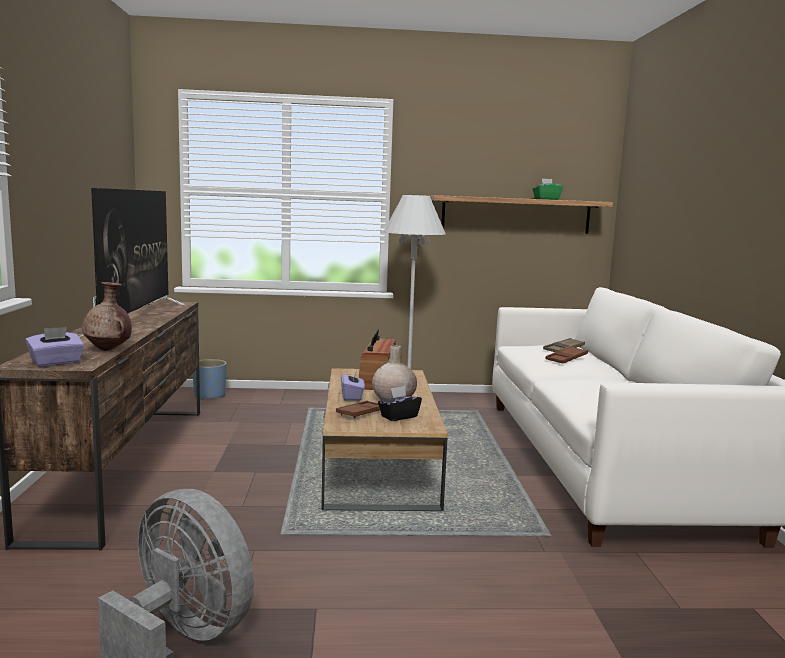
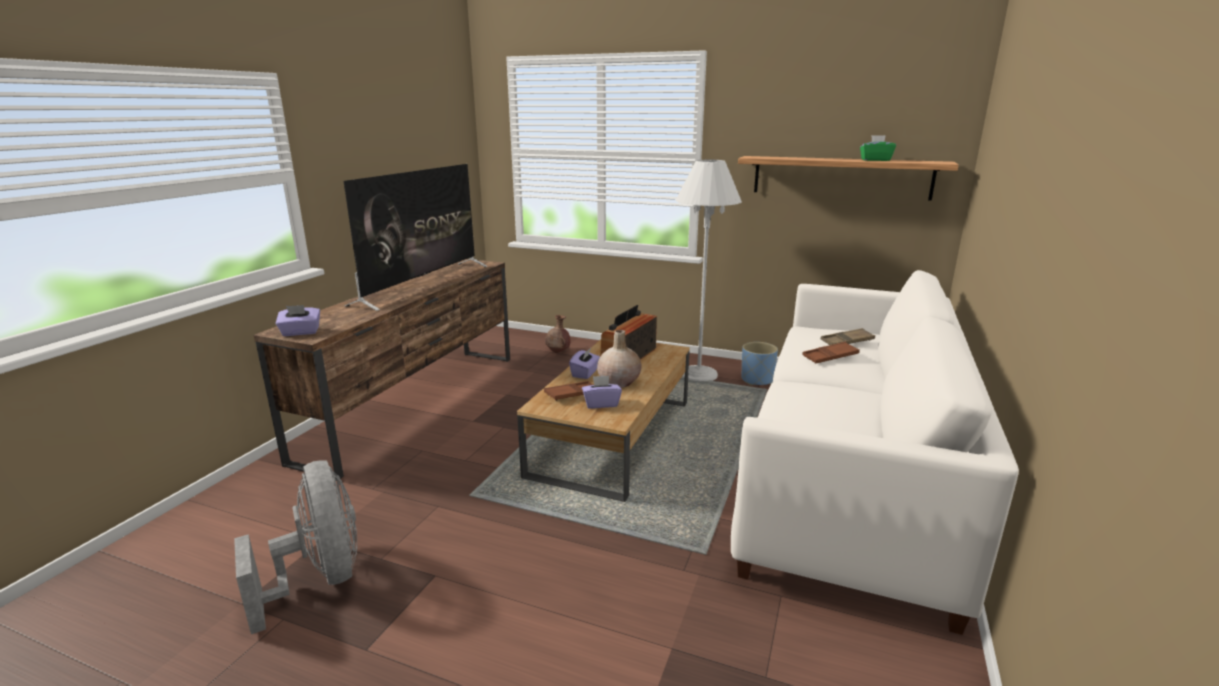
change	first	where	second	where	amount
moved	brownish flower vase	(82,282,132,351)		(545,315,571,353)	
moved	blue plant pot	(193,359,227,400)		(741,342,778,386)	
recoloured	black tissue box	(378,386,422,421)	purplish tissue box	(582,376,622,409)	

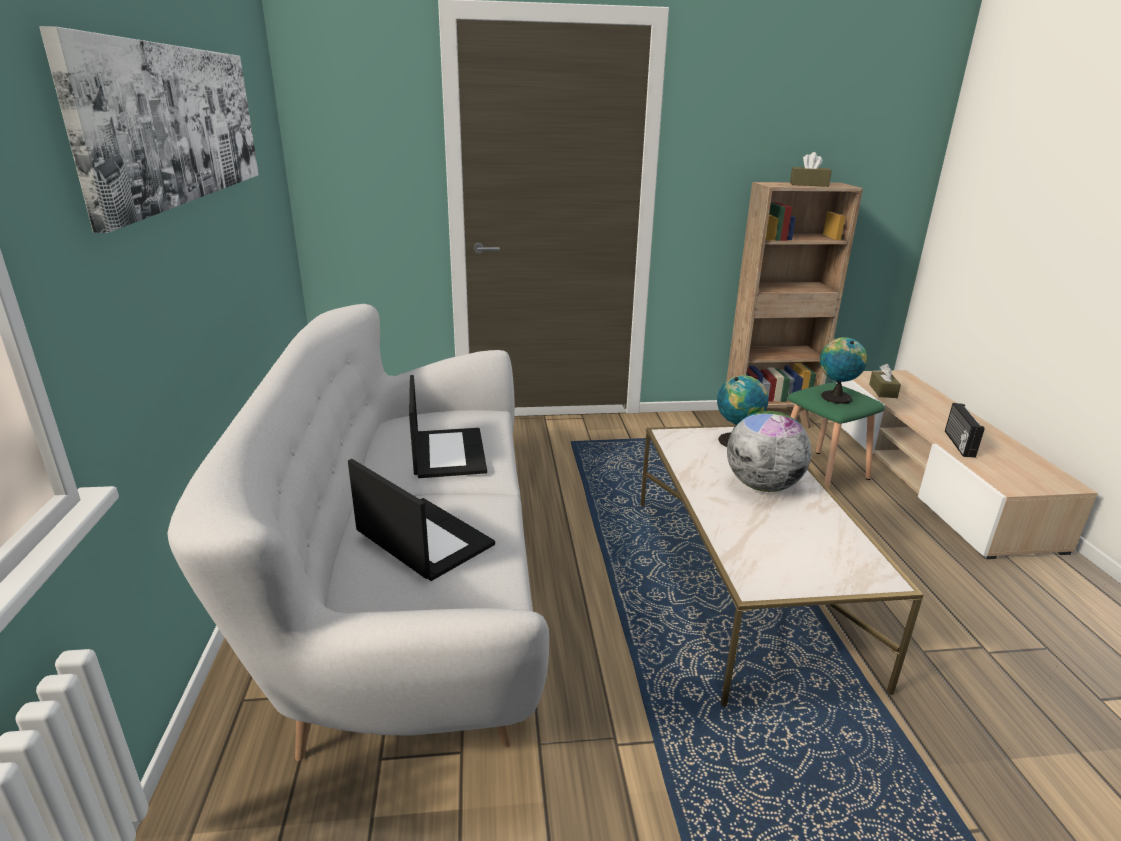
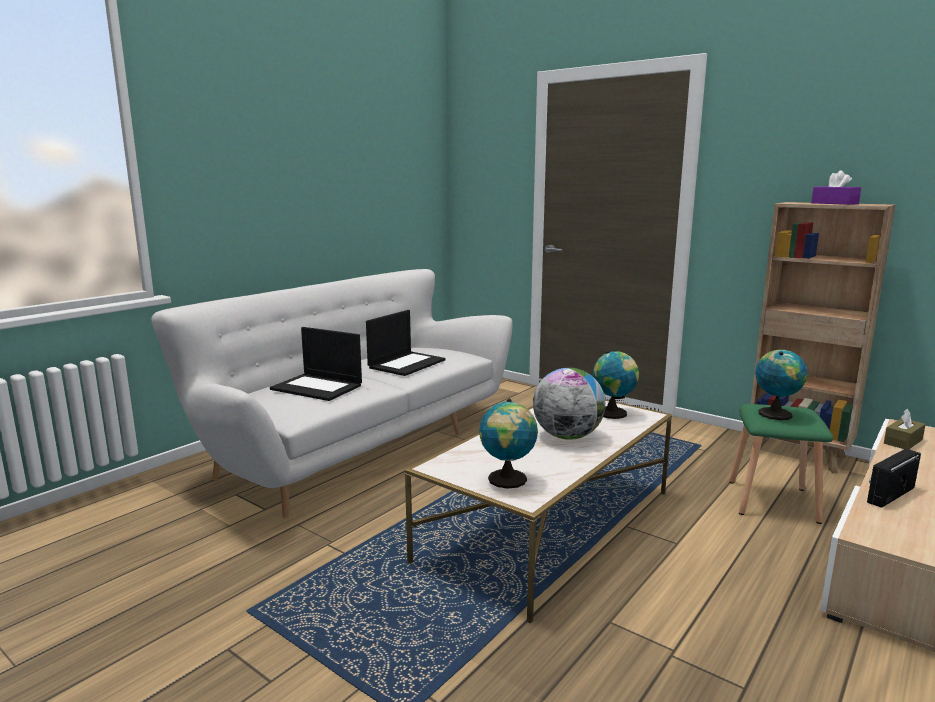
change	first	where	second	where	amount
removed	picture	(39,26,259,233)			
added			desk globe	(479,399,538,489)	
recoloured	brownish tissue box	(790,152,832,187)	purplish tissue box	(811,170,861,205)	
turned	portable computer	(348,459,495,581)		(270,327,362,401)	120 degrees clockwise

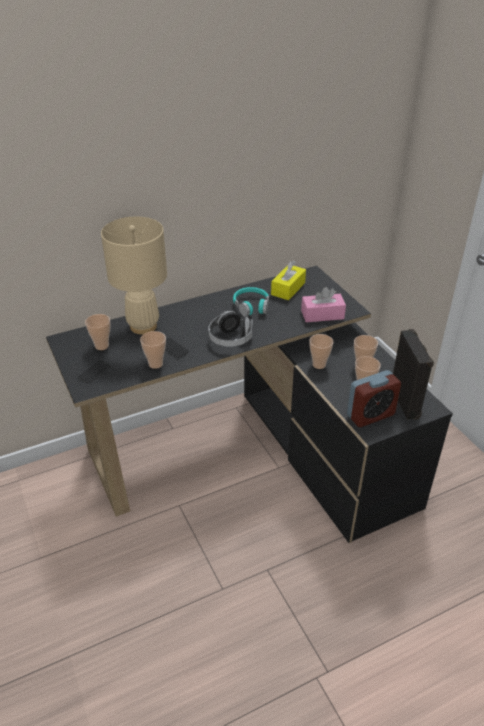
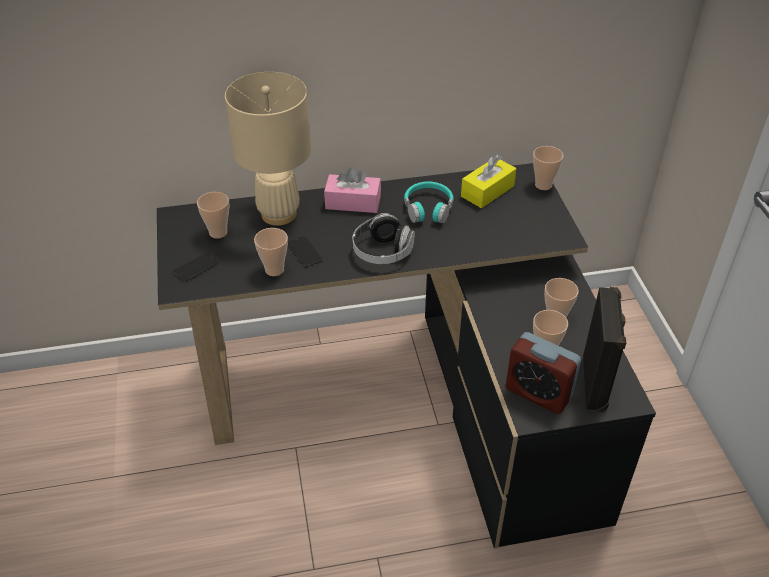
change	first	where	second	where	amount
moved	pink tissue box	(301,287,346,322)		(324,167,381,213)	
moved	drinking cup	(309,334,333,369)		(533,146,564,190)	
turned	alarm clock	(347,370,401,427)		(506,332,581,414)	45 degrees clockwise

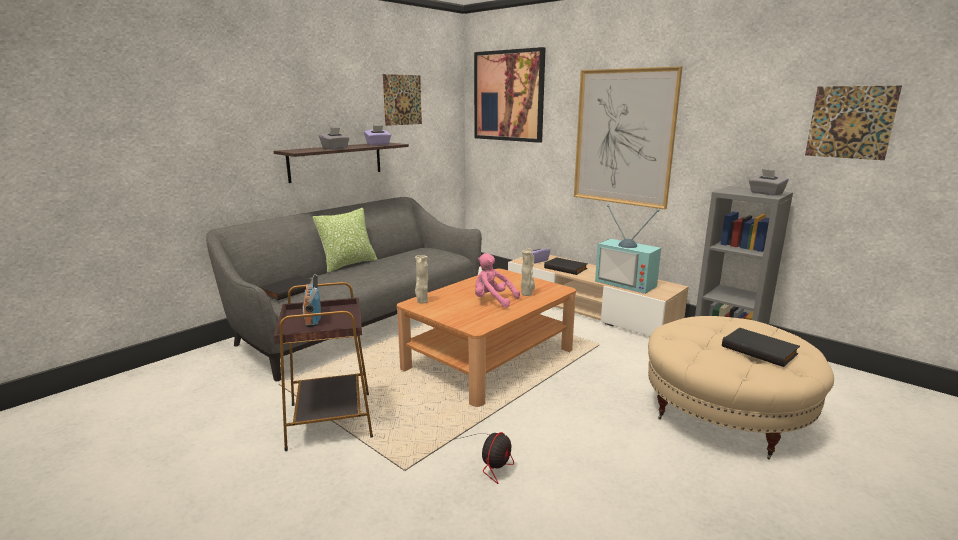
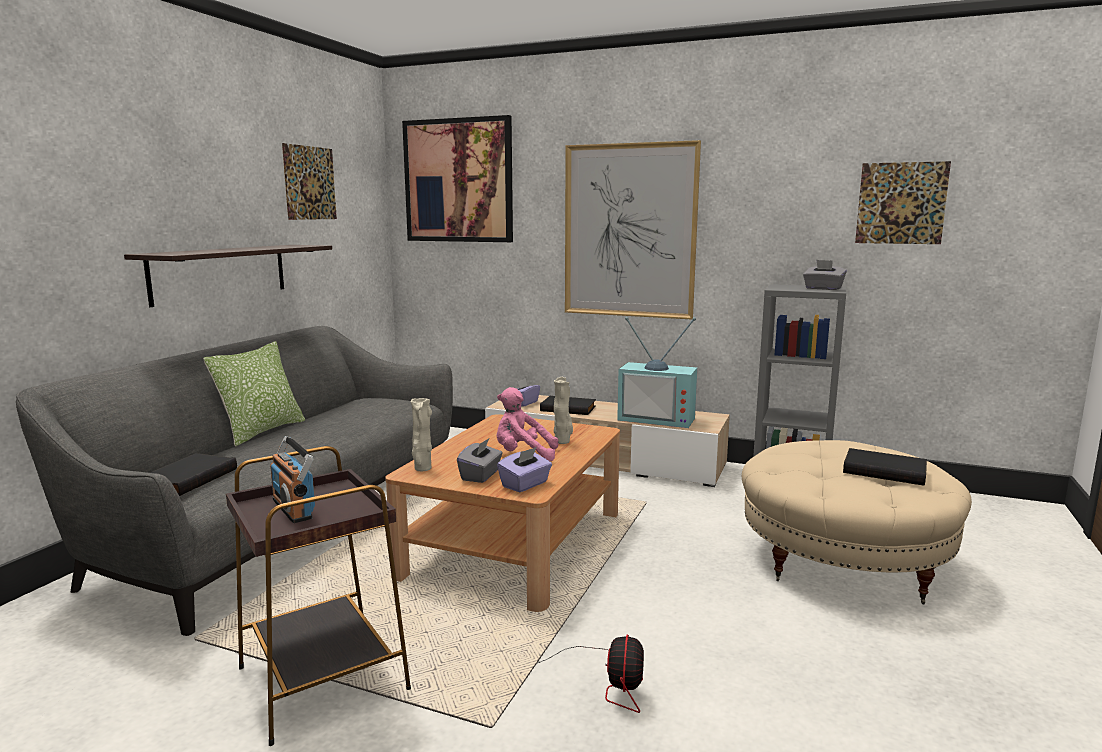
change	first	where	second	where	amount
moved	gray tissue box	(319,128,350,149)		(457,438,502,483)	
moved	purplish tissue box	(364,125,391,145)		(497,447,552,493)	

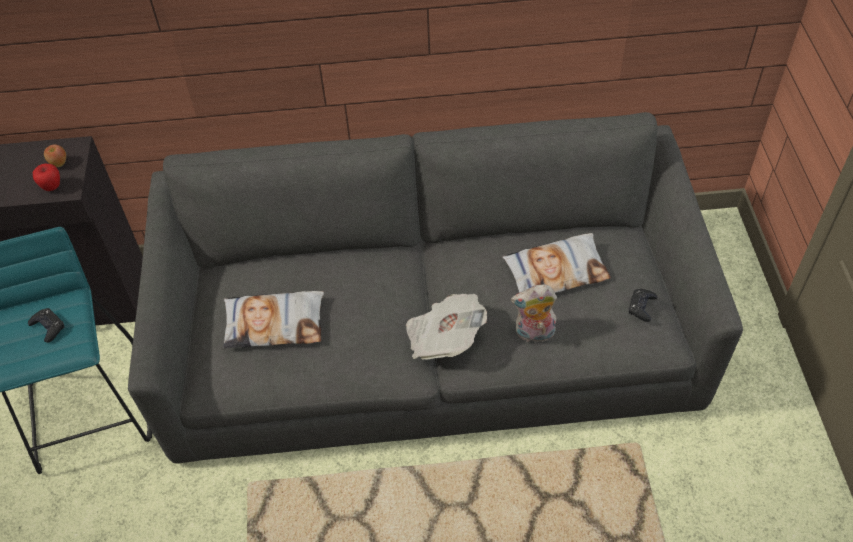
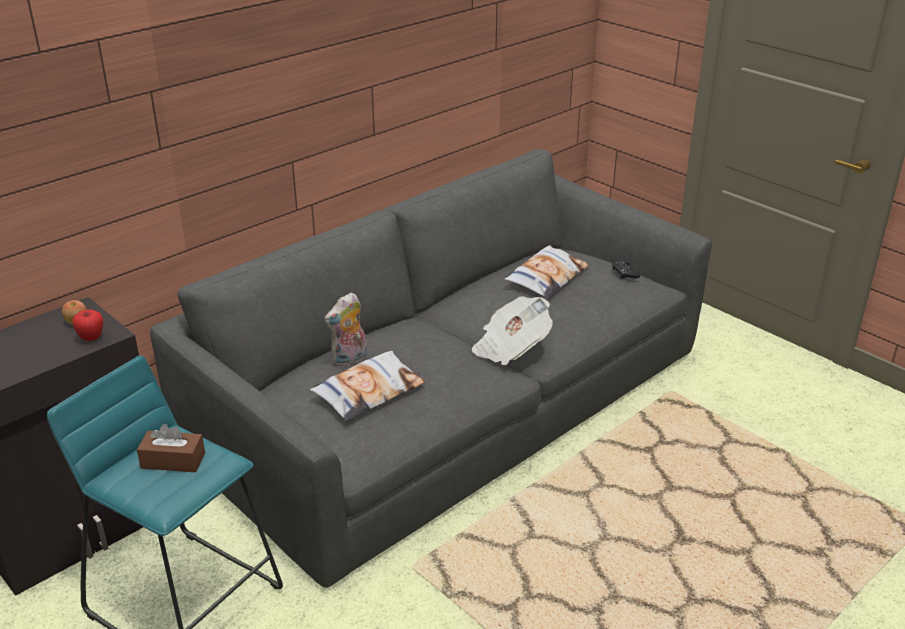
change	first	where	second	where	amount
moved	cuddly toy	(511,284,557,342)		(324,293,367,367)	
replaced	black joypad	(28,308,65,343)	brownish tissue box	(137,424,205,472)	

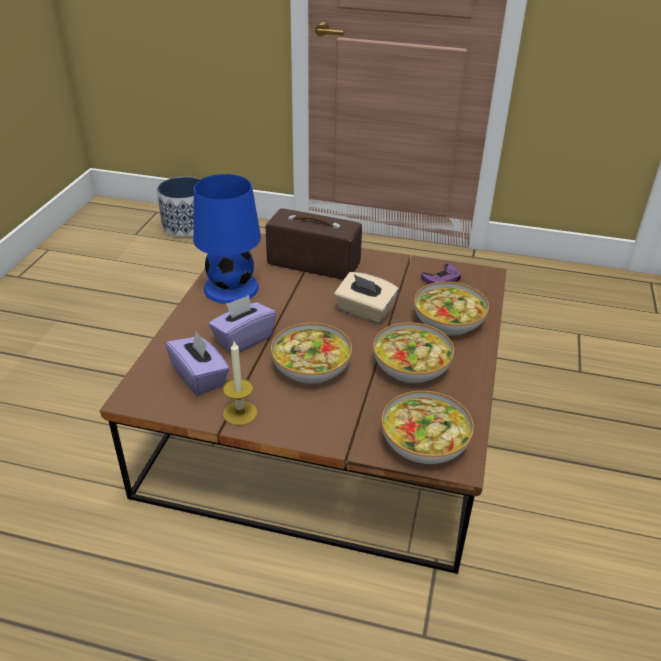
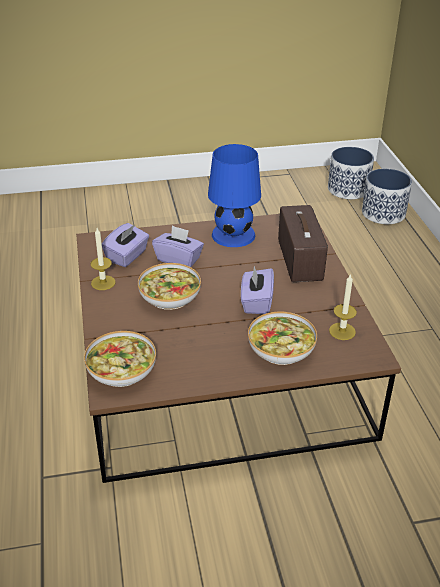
change	first	where	second	where	amount
removed	bowl	(373,322,454,384)			
added			plant pot	(328,147,374,199)	
replaced	purplish joypad	(421,264,461,284)	wax candle	(329,274,357,340)	
recoloured	sand-coloured tissue box	(335,272,399,324)	purplish tissue box	(241,266,274,314)	

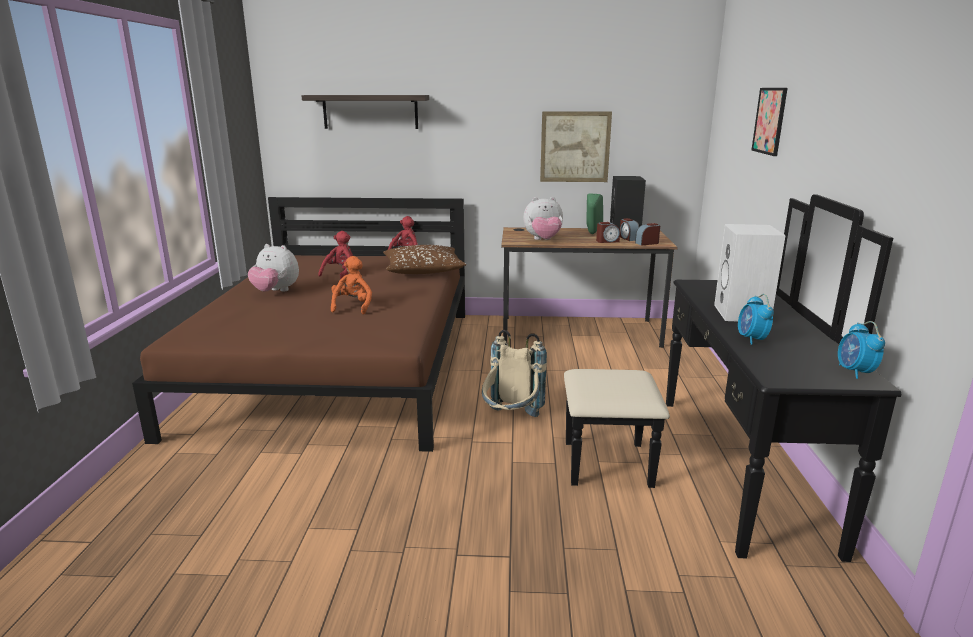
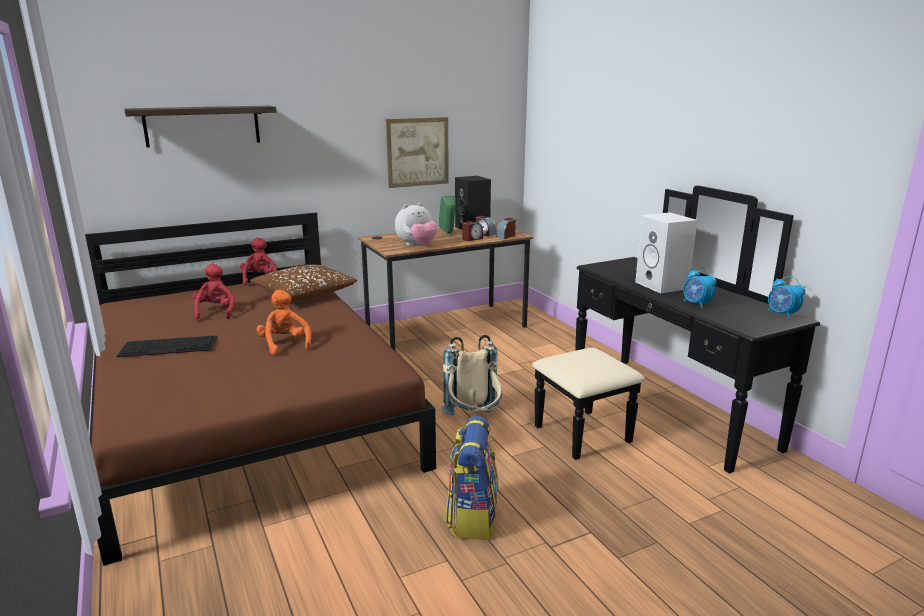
change	first	where	second	where	amount
removed	picture	(752,88,788,156)			
added			knapsack	(445,416,498,540)	
replaced	cuddly toy	(248,244,299,292)	computer keyboard	(116,336,217,357)	

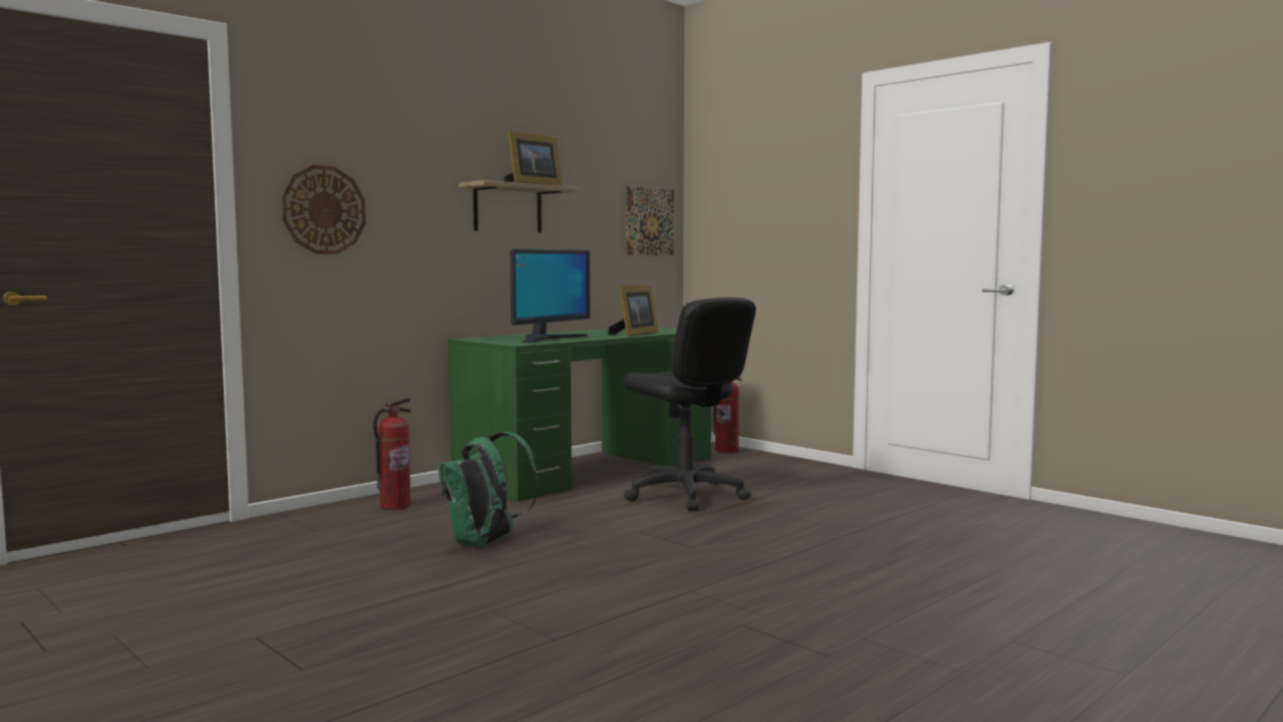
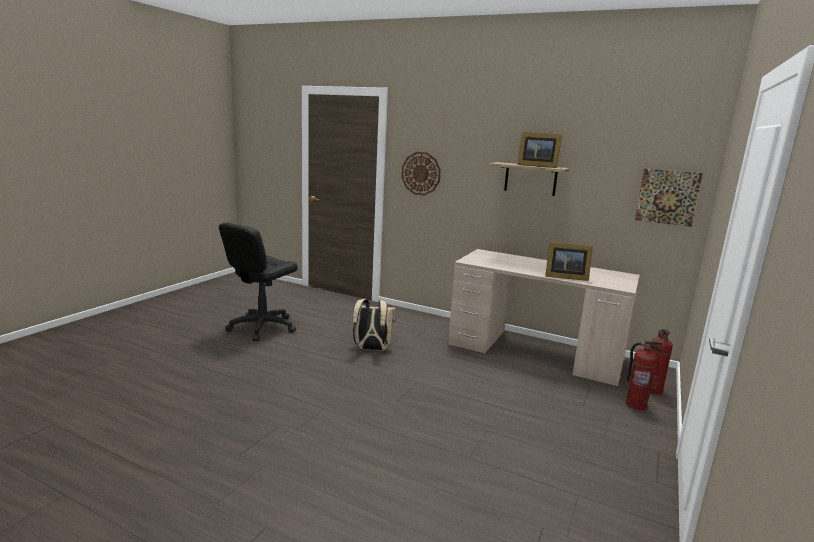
change	first	where	second	where	amount
removed	monitor	(510,249,590,343)			
moved	fire-fighting cylinder	(373,398,411,510)		(625,340,663,410)	
moved	black office chair	(623,297,756,511)		(219,223,298,341)	
recoloured	green-coloured knapsack	(438,432,538,547)	sand-coloured knapsack	(353,299,396,351)	
recoloured	green-coloured desk table	(448,327,711,501)	sand-coloured desk table	(448,249,640,386)	

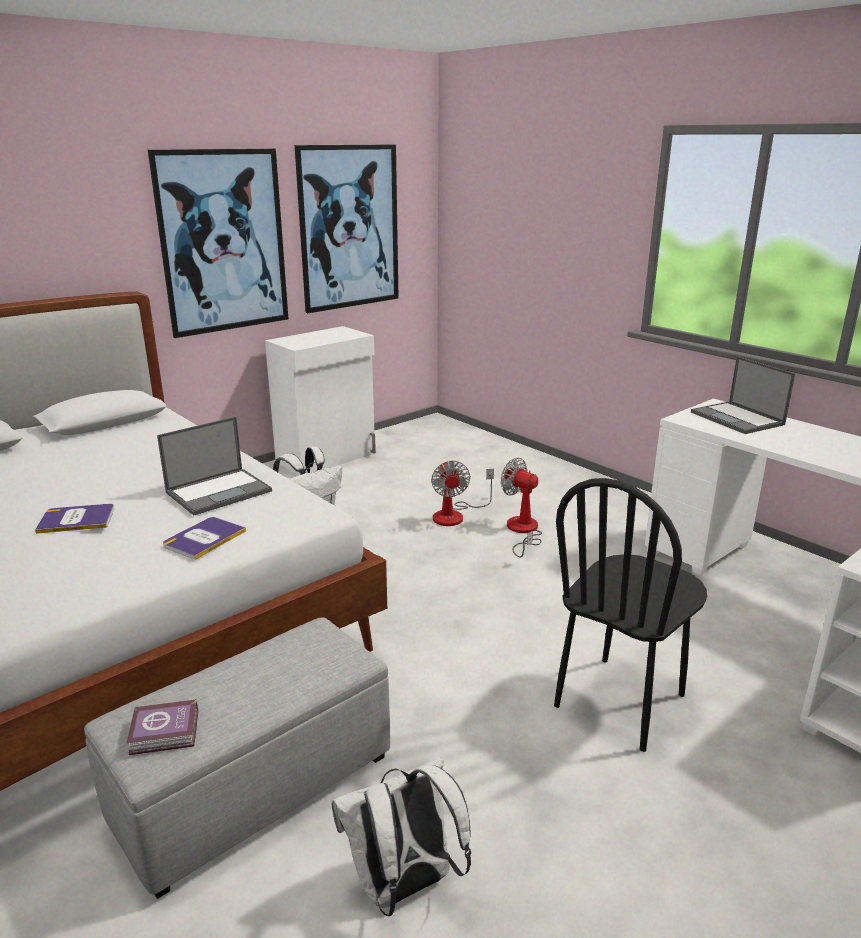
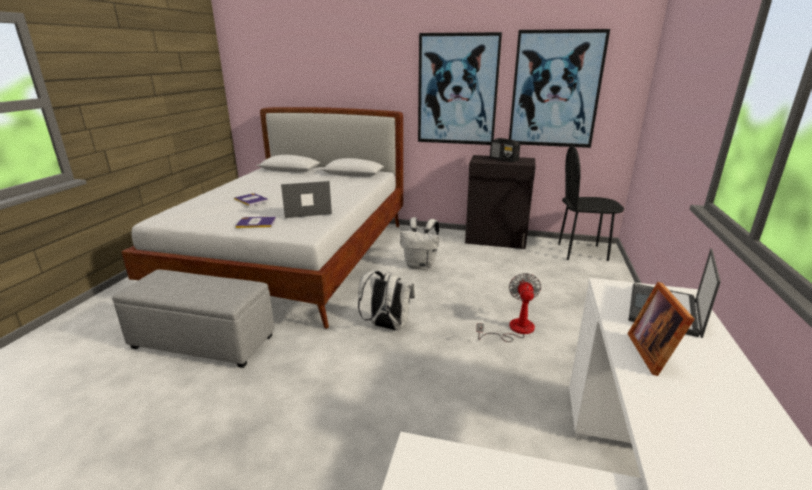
change	first	where	second	where	amount
removed	book	(126,700,198,755)			
removed	cooling fan	(431,461,494,526)			
added			radio receiver	(490,138,520,162)	
added			standing frame	(627,282,695,376)	
moved	white-coloured knapsack	(332,757,471,916)		(358,270,415,331)	
moved	black upright chair	(554,478,707,752)		(558,146,624,261)	
recoloured	white-coloured storage cabinet	(265,326,376,475)	black storage cabinet	(465,155,536,249)	
turned	portable computer	(157,417,272,516)		(281,181,332,218)	150 degrees clockwise

